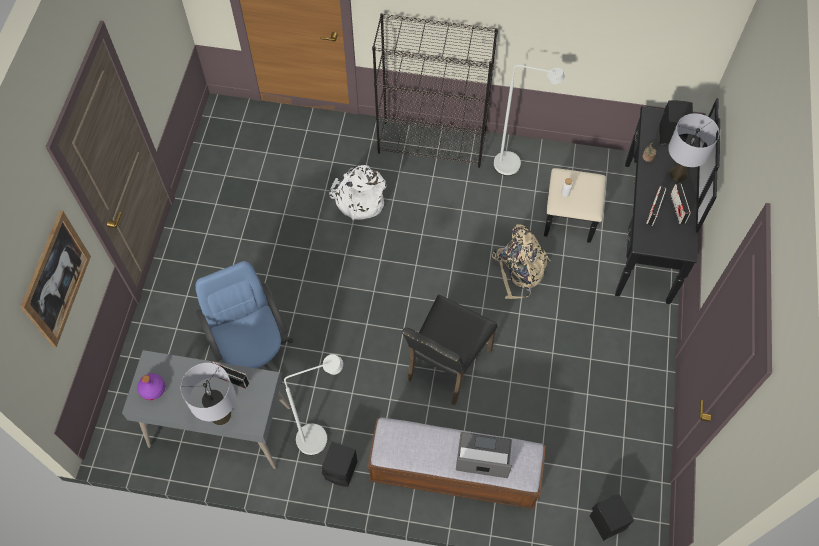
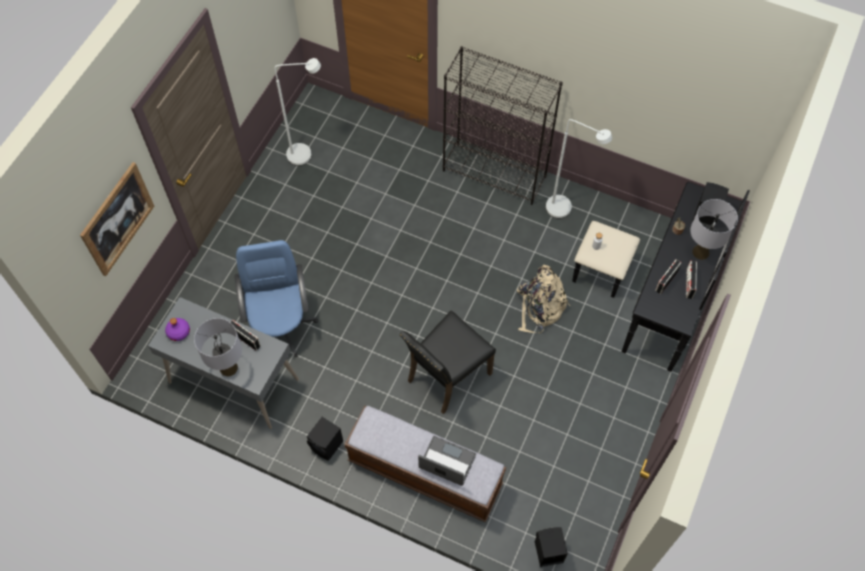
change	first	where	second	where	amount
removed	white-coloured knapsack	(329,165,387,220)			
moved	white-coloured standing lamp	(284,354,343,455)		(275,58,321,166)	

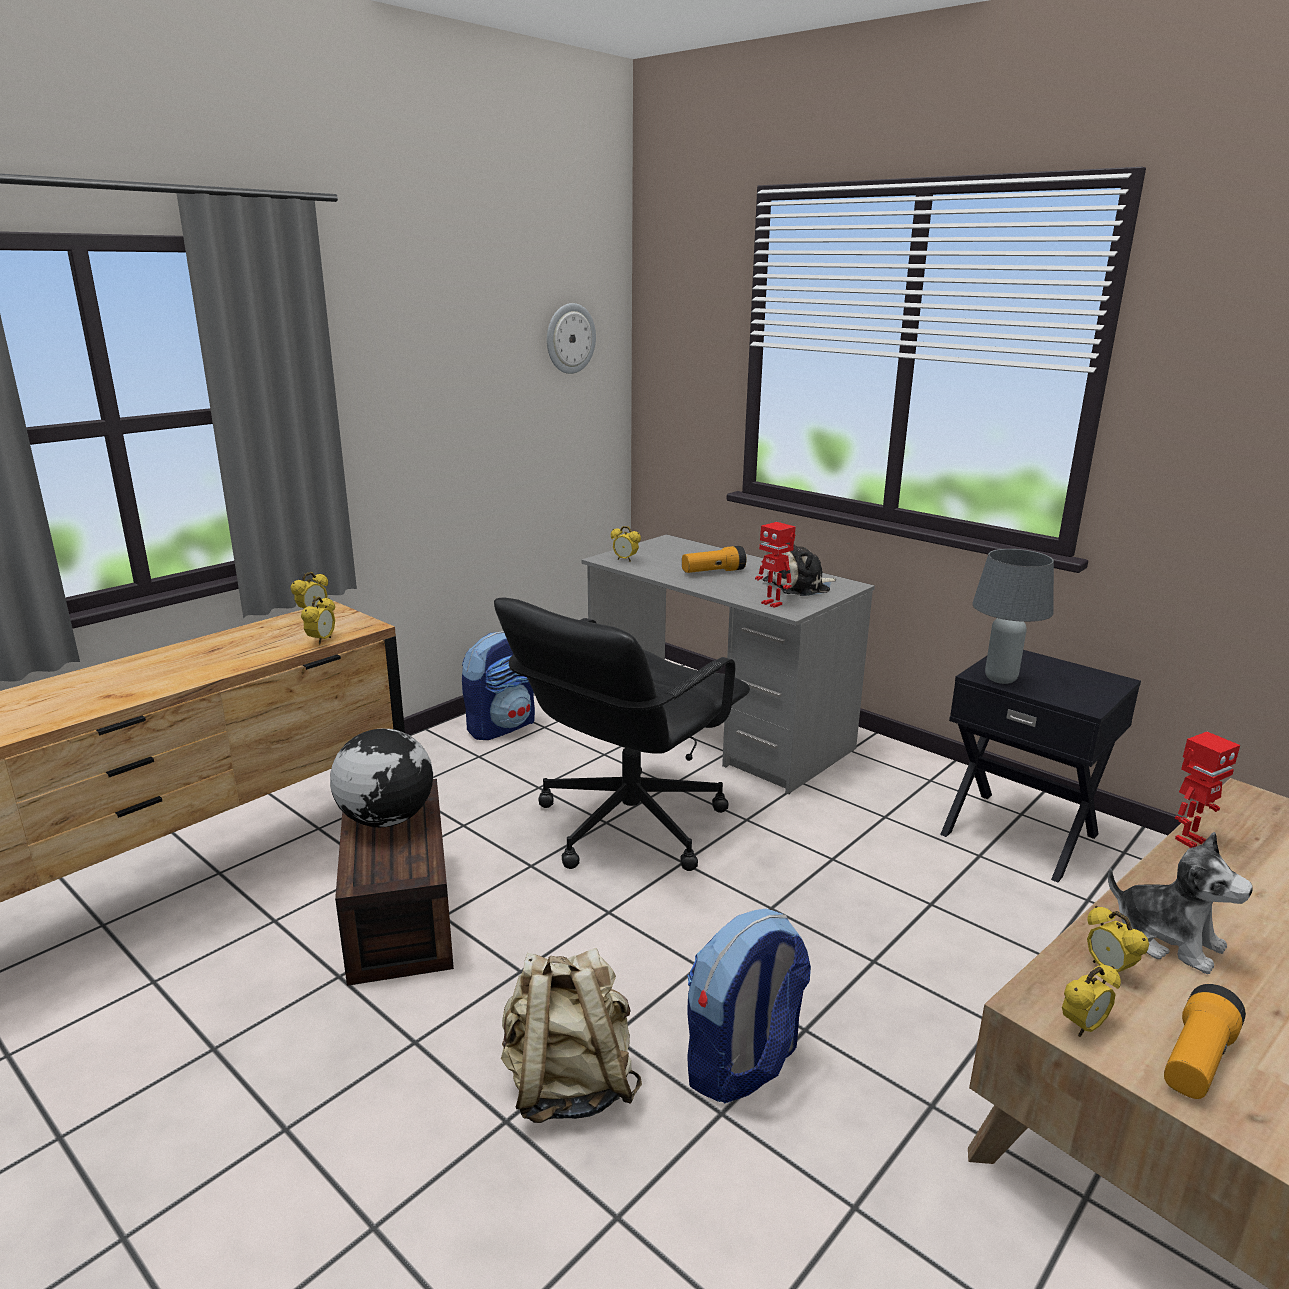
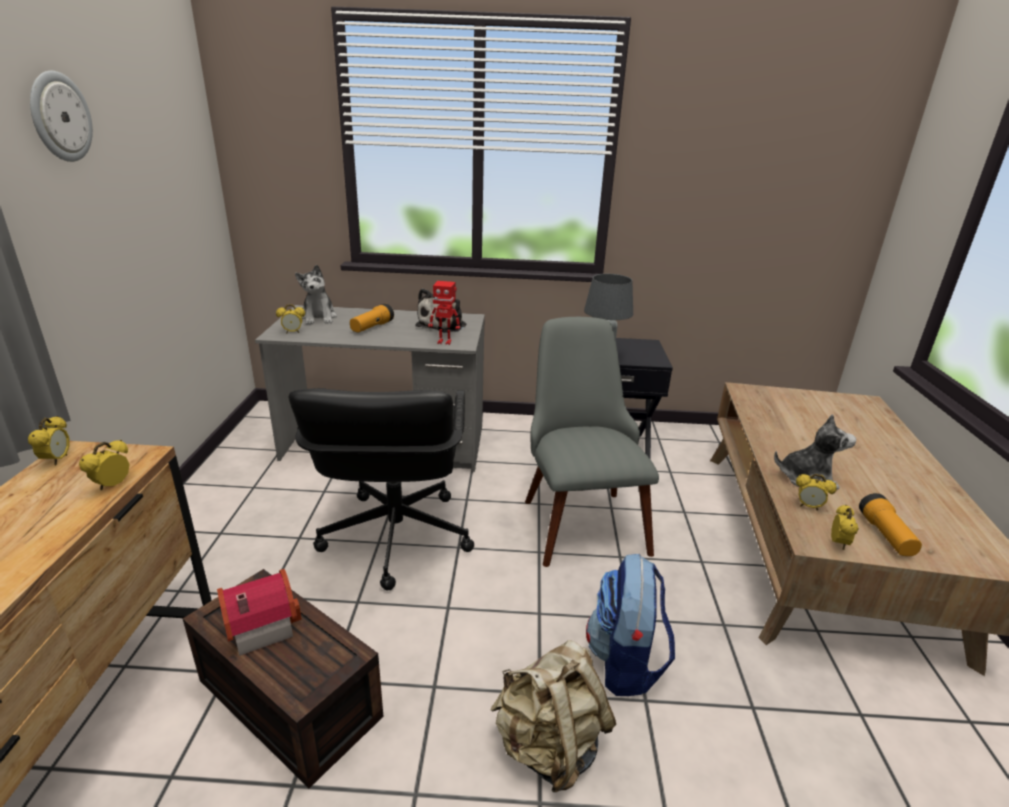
change	first	where	second	where	amount
removed	knapsack	(462,631,535,740)			
removed	robot figure	(1175,732,1240,848)			
added			cuddly toy	(295,265,337,324)	
added			gray upright chair	(525,317,659,567)	
moved	hanging clock	(547,303,596,374)		(30,71,93,162)	
replaced	desk globe	(330,729,433,827)	toy house	(217,569,302,656)	
turned	alarm clock	(301,596,335,645)		(79,440,130,490)	135 degrees counterclockwise

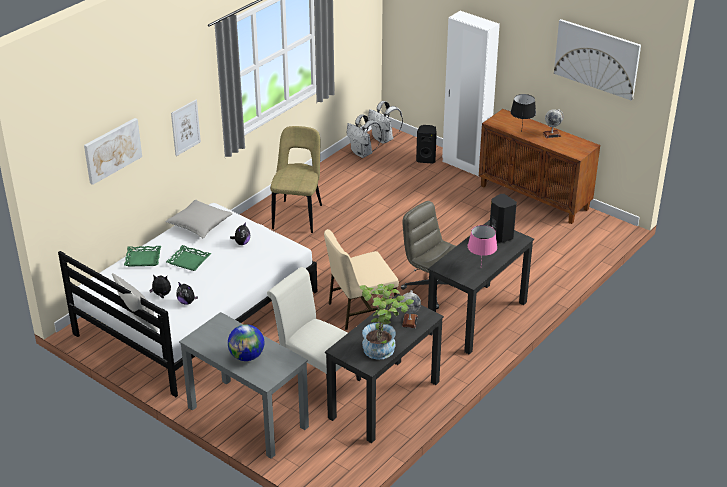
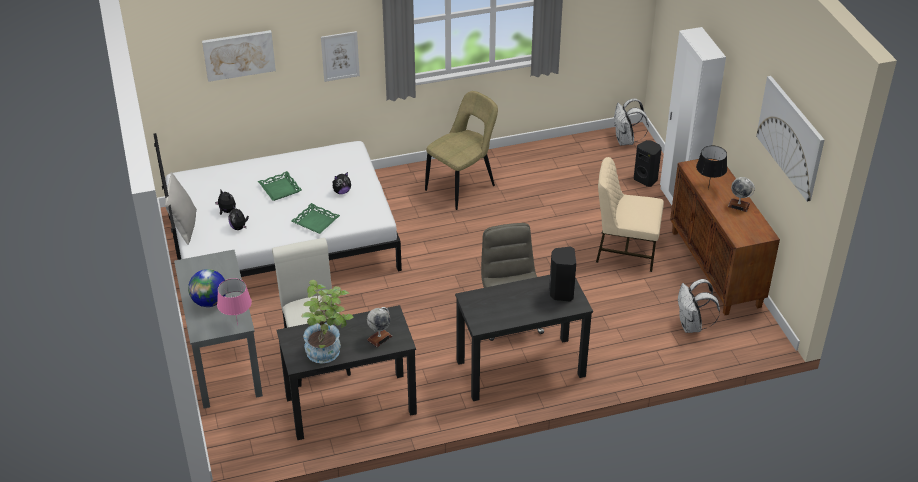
change	first	where	second	where	amount
removed	gray pillow	(166,200,233,239)			
moved	green-coloured carrying tray	(124,246,161,267)		(291,203,340,234)	
moved	sand-coloured upright chair	(324,229,399,330)		(596,157,664,272)	
moved	white-coloured knapsack	(347,114,382,158)		(678,279,720,333)	
moved	pink tabletop lamp	(468,225,497,263)		(217,278,252,325)	

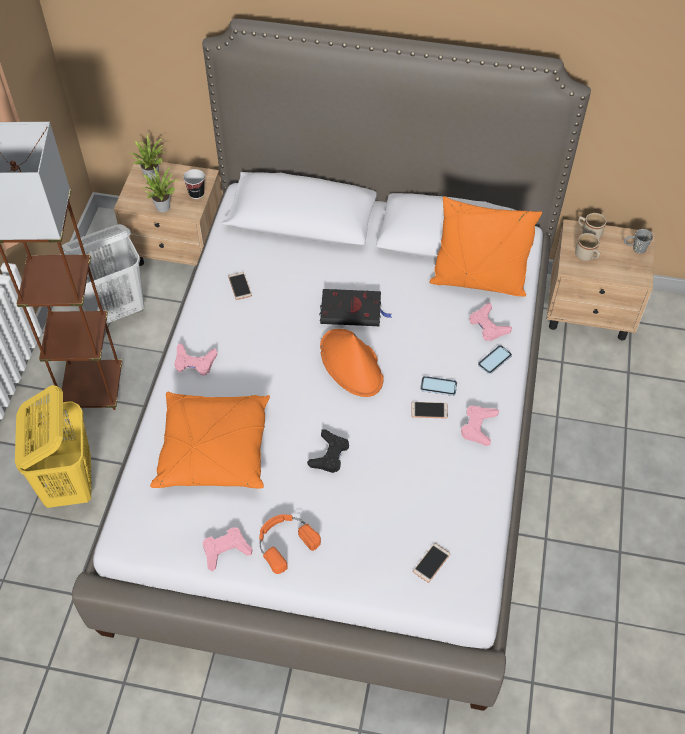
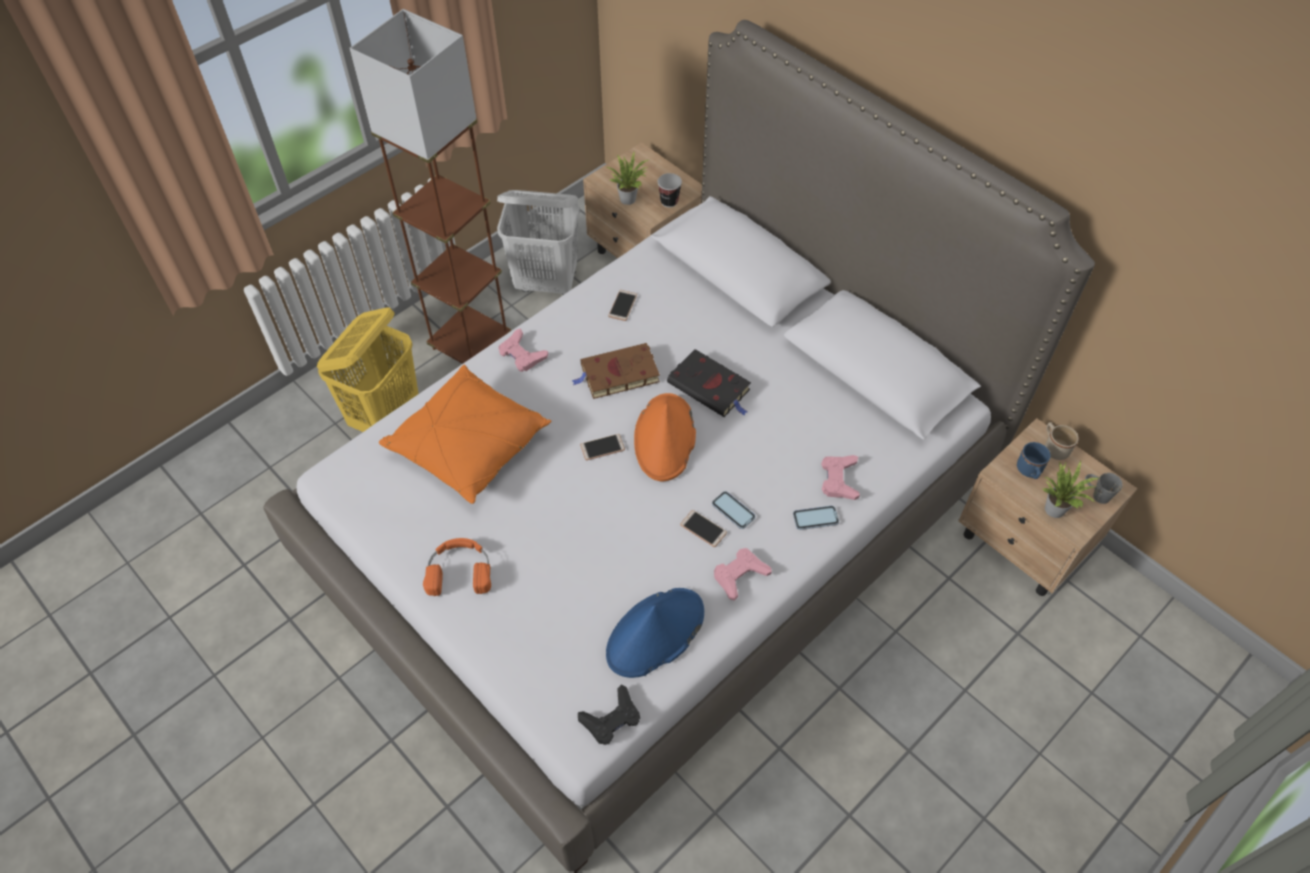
change	first	where	second	where	amount
removed	pink joypad	(203,527,252,571)			
removed	orangey pillow	(429,196,542,297)			
added			brownish book	(572,343,660,399)	
added			blue wearable hat	(606,588,704,678)	
moved	potted plant	(129,134,166,180)		(1042,461,1099,518)	
moved	black joypad	(307,430,349,473)		(578,684,640,745)	
moved	telephone	(413,543,450,583)		(580,434,625,460)	
recoloured	sand-coloured tea mug	(575,233,600,261)	blue tea mug	(1017,442,1051,479)	

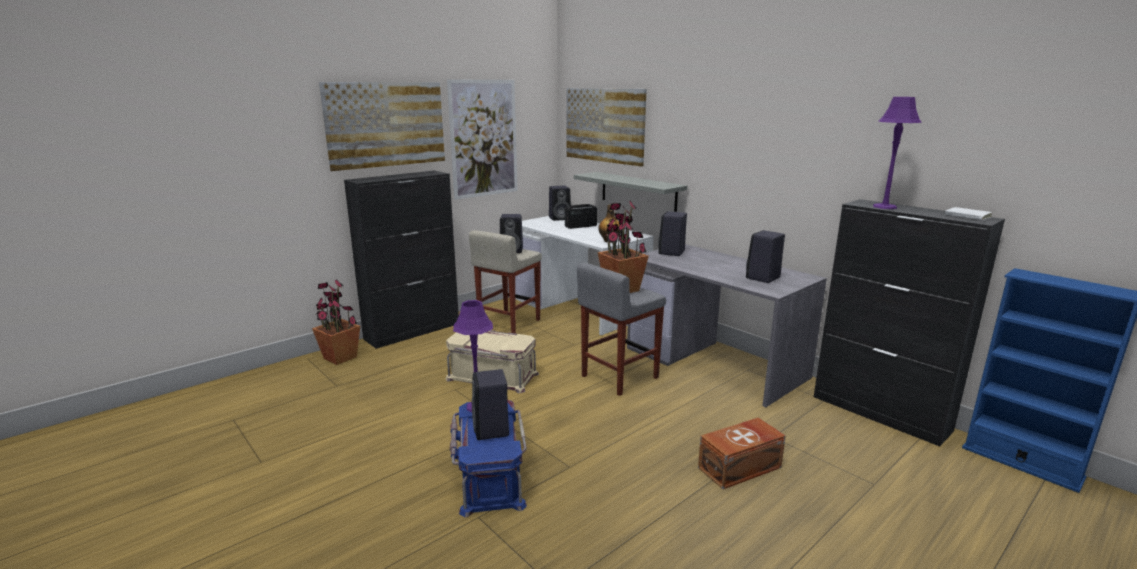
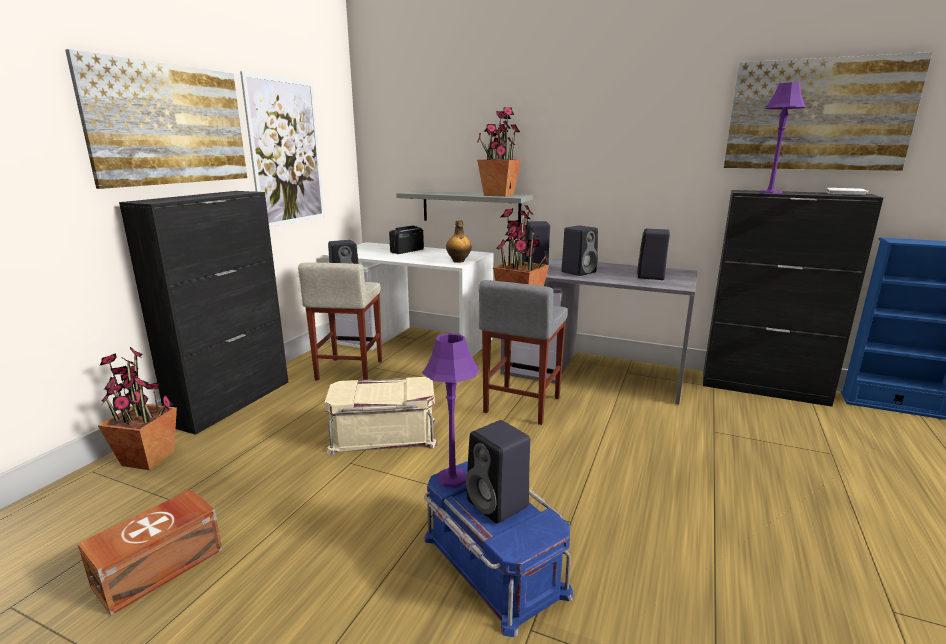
change	first	where	second	where	amount
added			potted plant	(477,107,521,197)	
moved	black speaker	(549,186,571,221)		(561,225,598,276)	
moved	picture	(567,88,647,167)		(724,52,932,171)	
moved	brownish storage container	(698,418,786,489)		(78,489,223,615)	

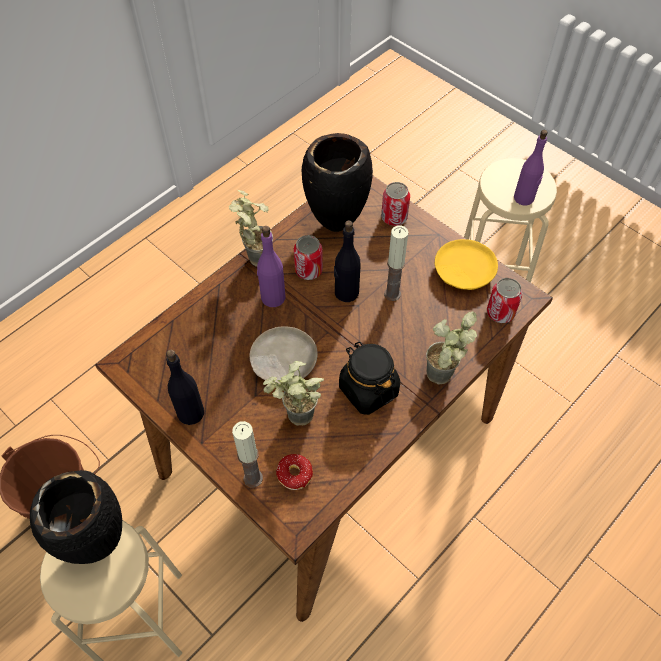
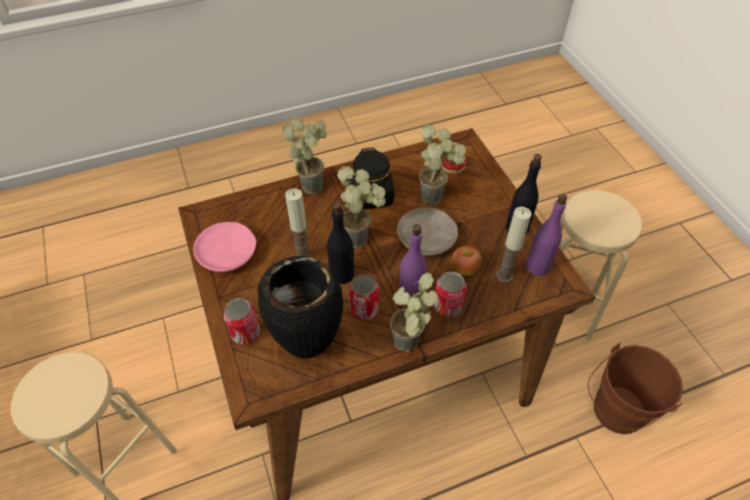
change	first	where	second	where	amount
removed	black flower vase	(30,470,122,564)			
added			potted plant	(337,166,386,248)	
added			whole apple	(451,245,482,276)	
moved	wax candle	(232,421,263,488)		(496,207,532,282)	
moved	metal can	(487,278,523,323)		(434,272,467,317)	
moved	purplish drink bottle	(514,130,548,205)		(526,194,567,276)	
recoloured	yellow flat dish	(435,239,498,290)	pink flat dish	(193,222,256,272)	

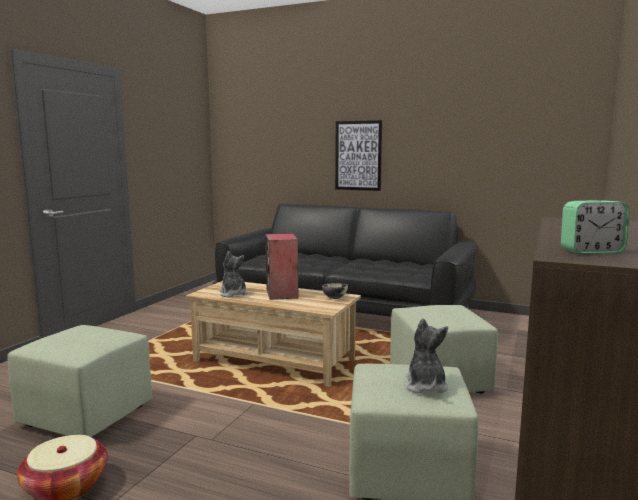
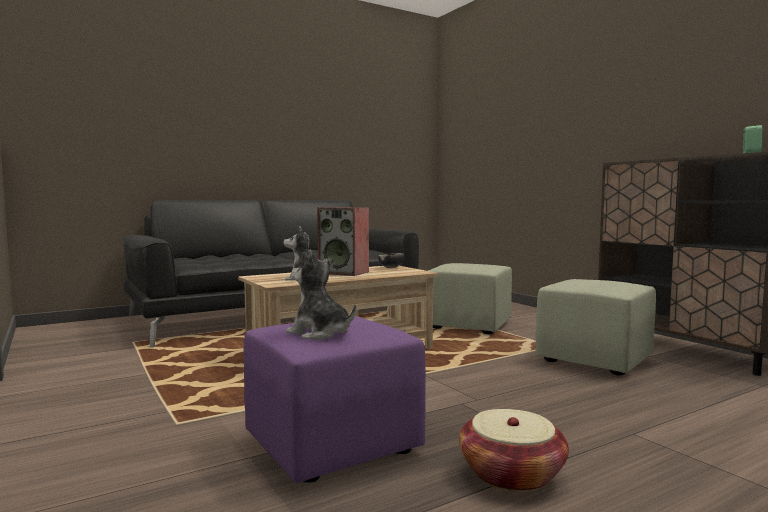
change	first	where	second	where	amount
removed	picture	(335,120,382,191)			
moved	cuddly toy	(404,318,448,393)		(286,249,356,340)	
recoloured	green-coloured footrest	(7,325,152,438)	purplish footrest	(244,316,426,483)	

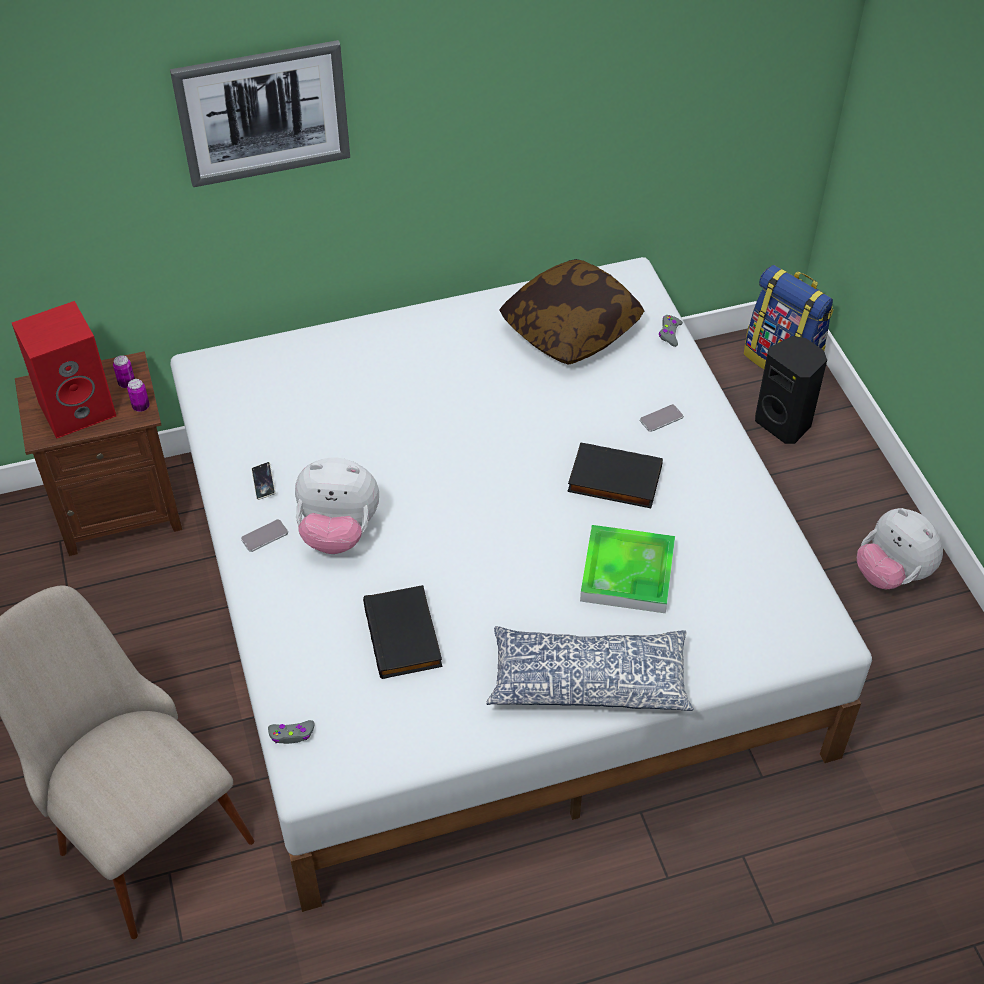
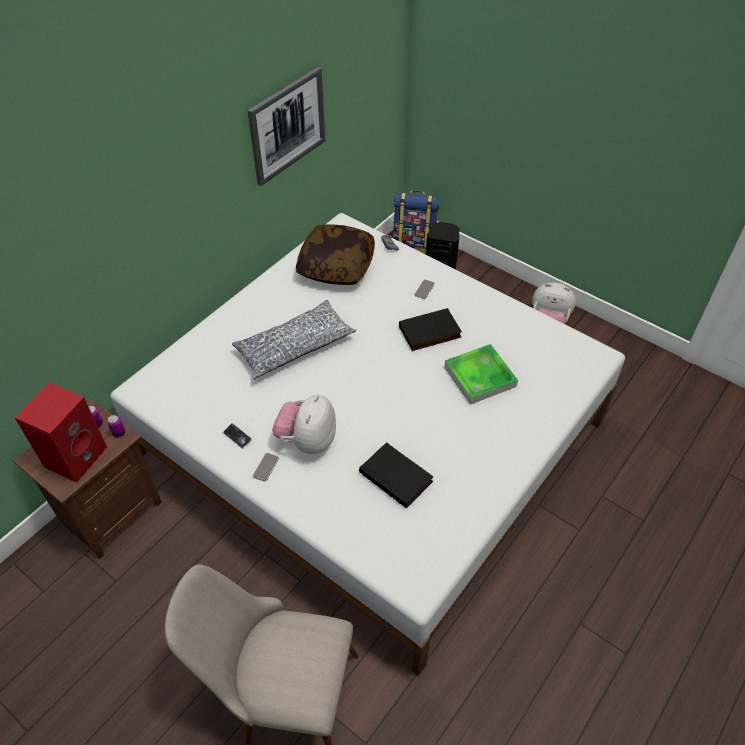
change	first	where	second	where	amount
removed	gray joypad	(268,720,314,744)			
moved	picture	(170,40,350,187)		(248,67,325,186)	
moved	pillow	(486,626,694,711)		(232,300,356,379)	
turned	cuddly toy	(295,458,379,554)		(272,395,336,454)	135 degrees clockwise

